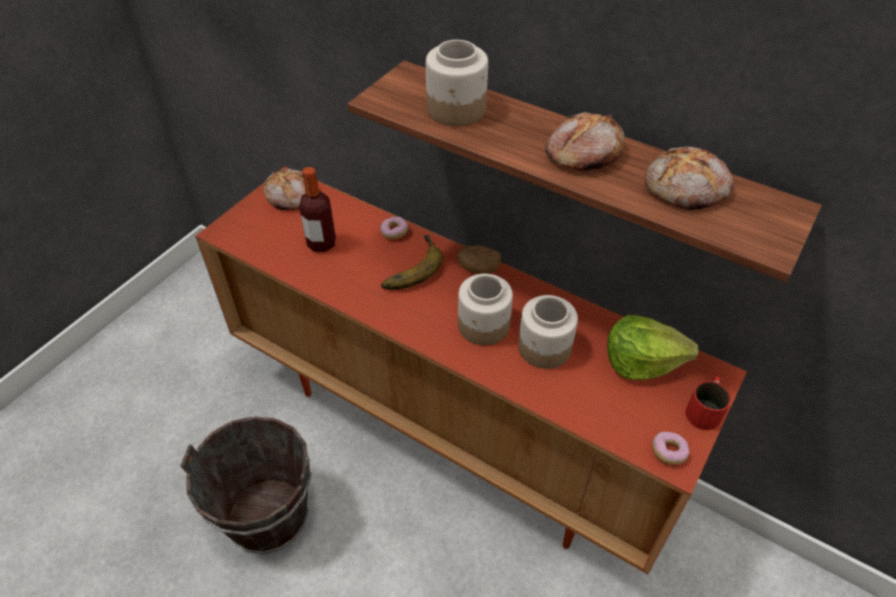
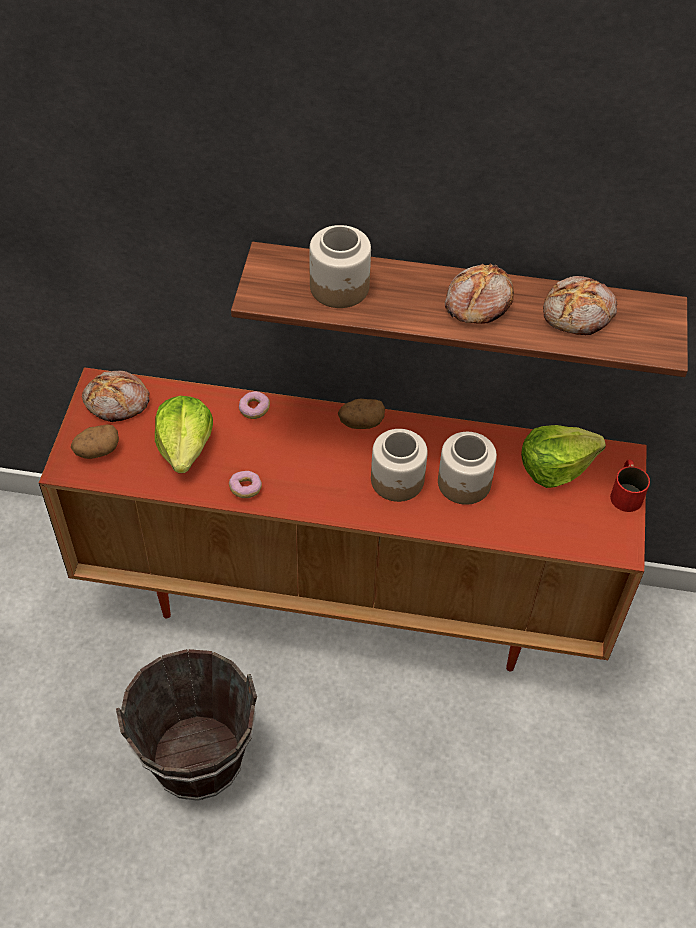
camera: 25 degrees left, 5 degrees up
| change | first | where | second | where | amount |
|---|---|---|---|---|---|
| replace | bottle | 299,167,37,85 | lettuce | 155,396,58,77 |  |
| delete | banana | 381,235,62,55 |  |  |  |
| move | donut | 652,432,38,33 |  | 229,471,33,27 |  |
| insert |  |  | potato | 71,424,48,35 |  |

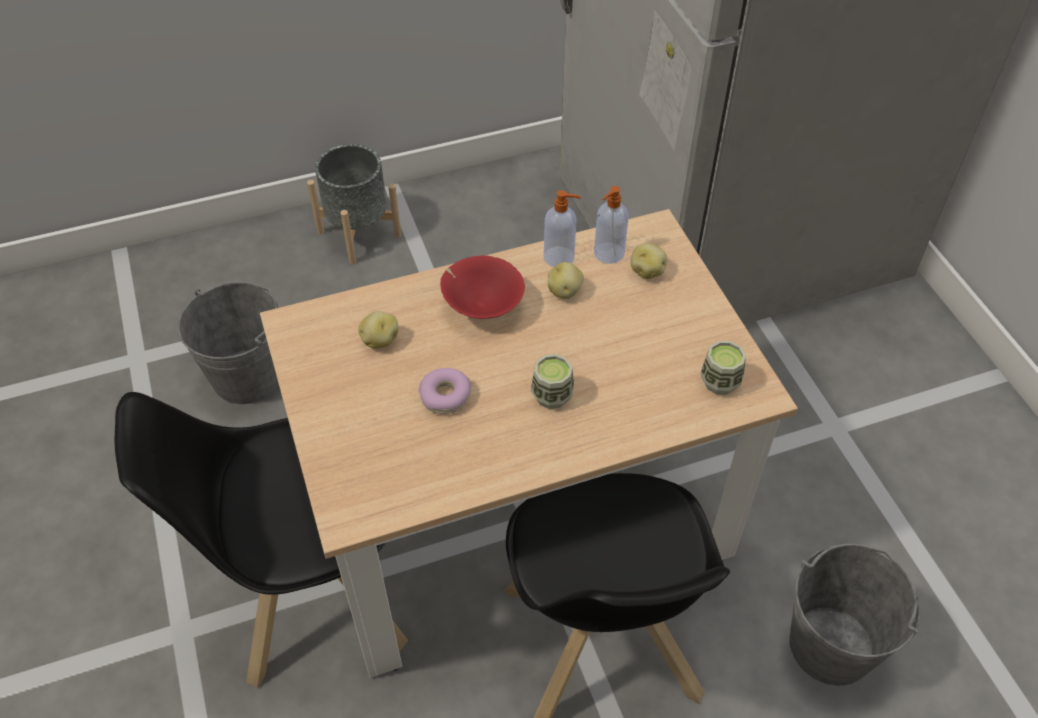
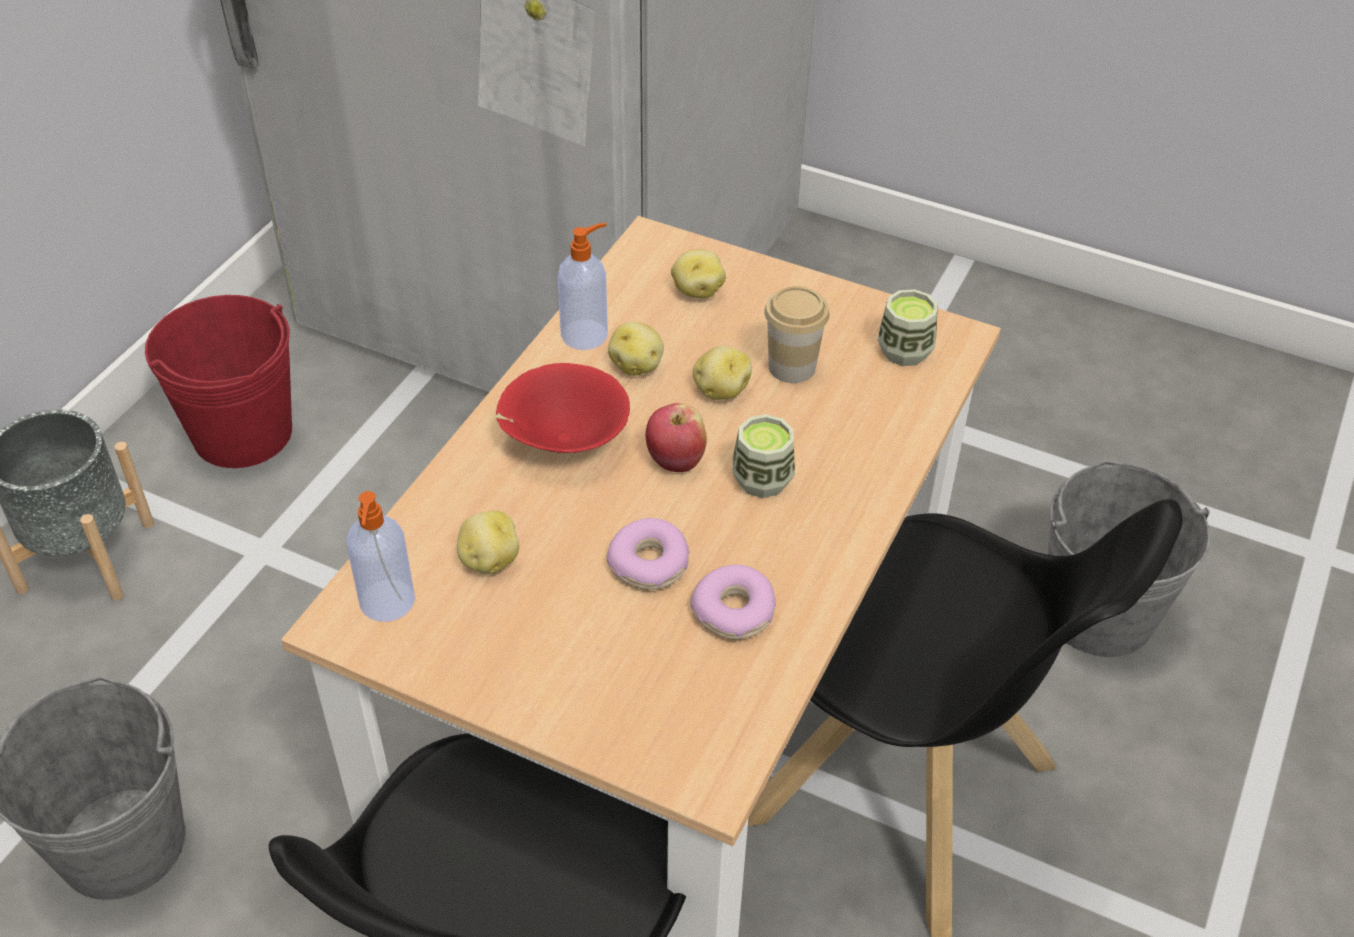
camera: 45 degrees left, 5 degrees down
| change | first | where | second | where | amount |
|---|---|---|---|---|---|
| move | soap dispenser | 594,186,35,78 |  | 347,491,68,131 |  |
| insert |  |  | red bucket | 145,295,147,173 |  |
| insert |  |  | apple | 646,403,61,69 |  |
| insert |  |  | donut | 691,564,85,76 |  |
| insert |  |  | potato | 693,346,59,54 |  |
| insert |  |  | cup | 764,286,65,97 |  |

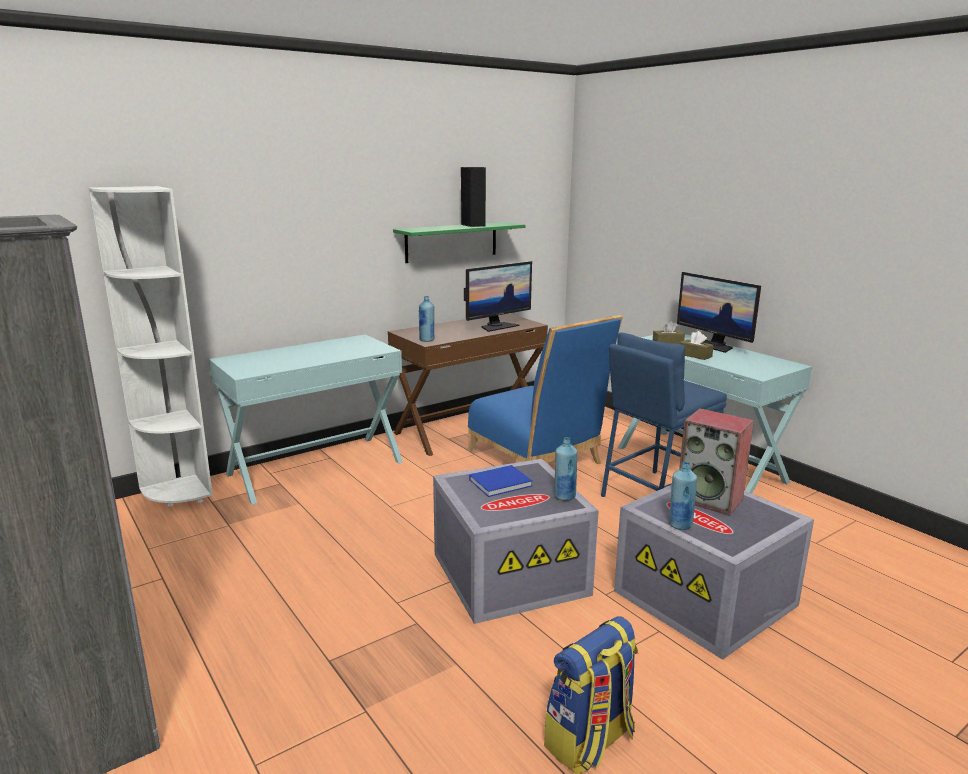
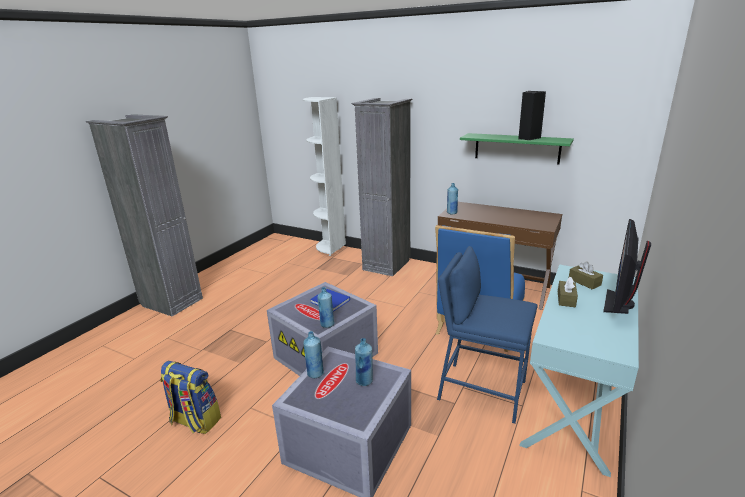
camera: 65 degrees right, 5 degrees up
| change | first | where | second | where | amount |
|---|---|---|---|---|---|
| replace | turquoise desk | 209,335,194,170 | grey cabinet | 351,98,61,178 |  |
| delete | monitor | 464,261,68,71 |  |  |  |
| replace | speaker | 679,408,75,108 | blue bottle | 355,338,18,48 |  |

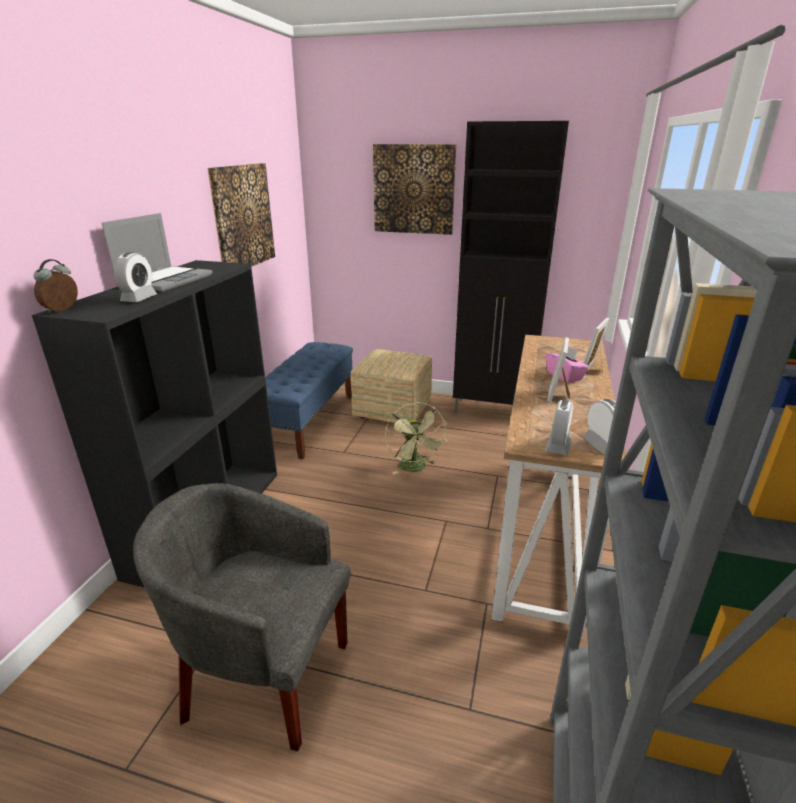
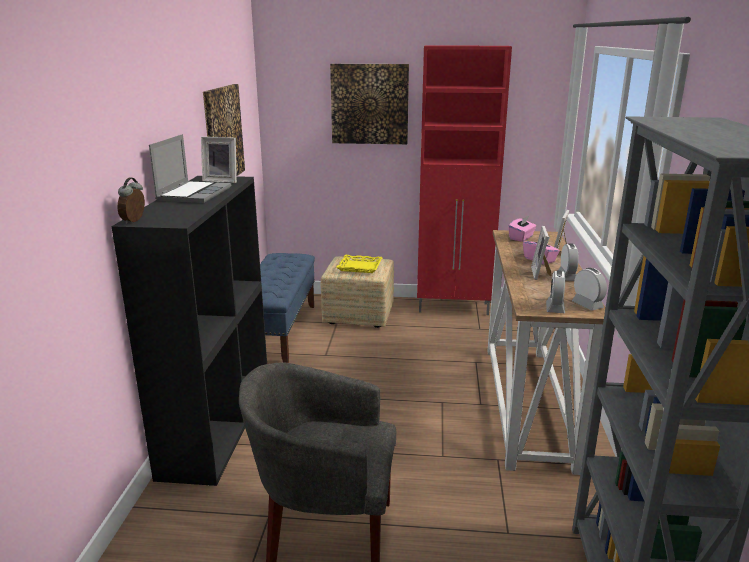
camera: 10 degrees left, 5 degrees down
| change | first | where | second | where | amount |
|---|---|---|---|---|---|
| move | alarm clock | 114,252,43,50 |  | 558,243,21,38 |  |
| delete | green fan | 385,402,62,72 |  |  |  |
| recolor | black cabinet | 453,121,116,292 | red cabinet | 417,46,95,269 |  |
| insert |  |  | picture frame | 201,137,36,46 |  |
| insert |  |  | yellow tray | 336,255,47,18 |  |
| insert |  |  | pink tissue box | 508,216,28,26 |  |

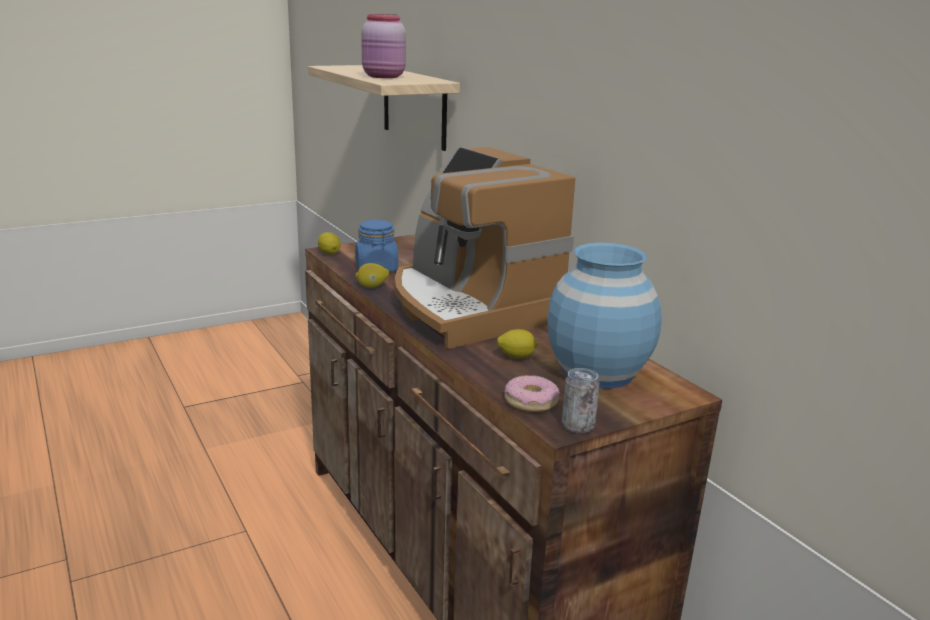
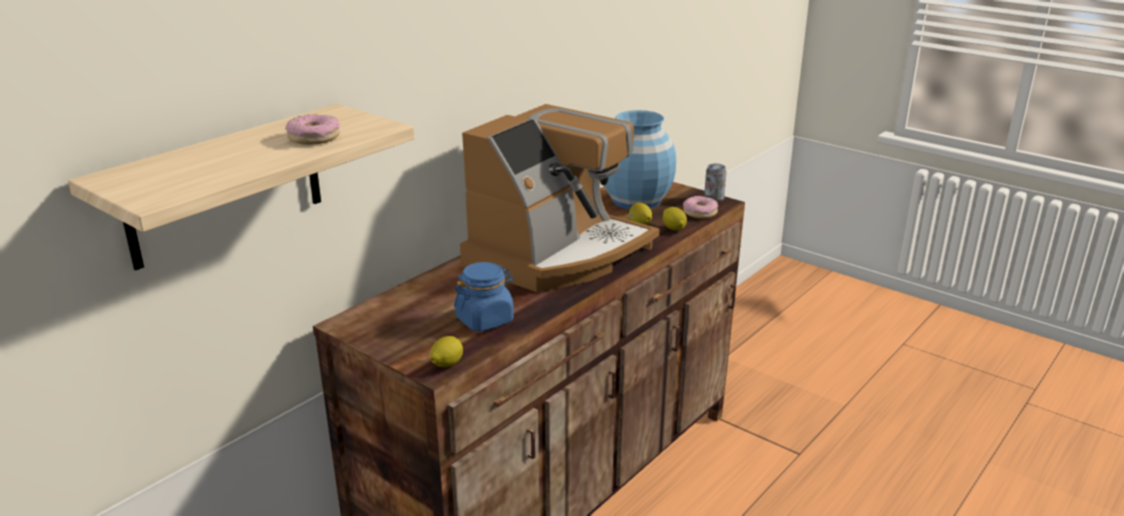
camera: 110 degrees left, 5 degrees up
| change | first | where | second | where | amount |
|---|---|---|---|---|---|
| move | lemon | 355,263,34,25 |  | 663,207,24,24 |  |
| replace | pink jar | 361,14,45,64 | donut | 285,114,55,31 |  |

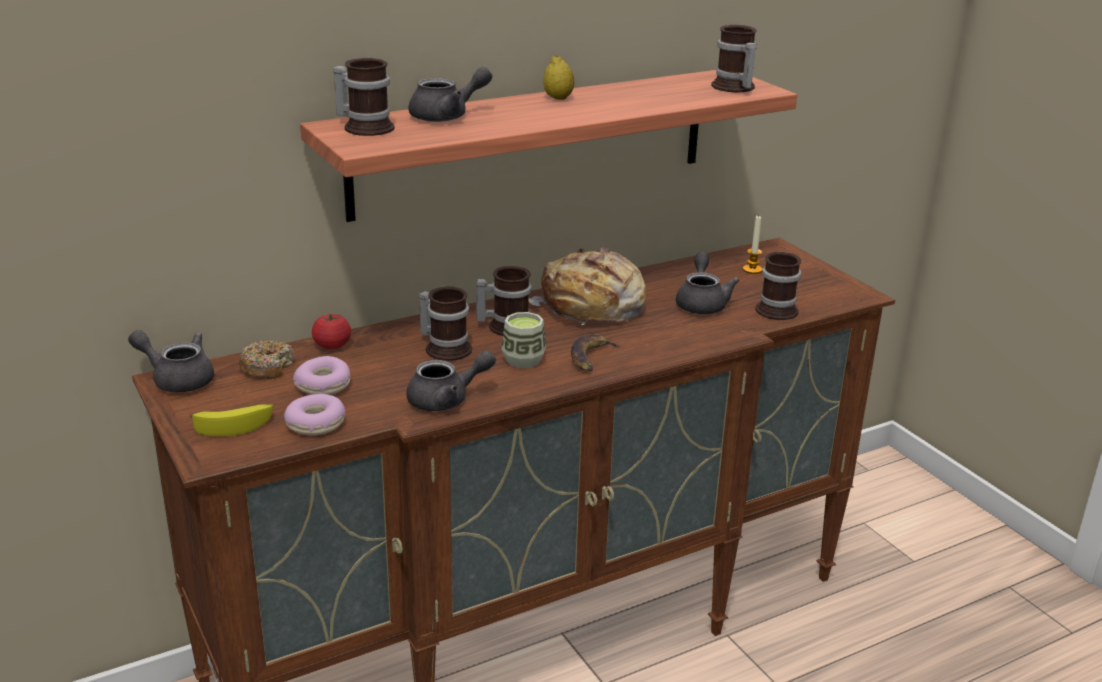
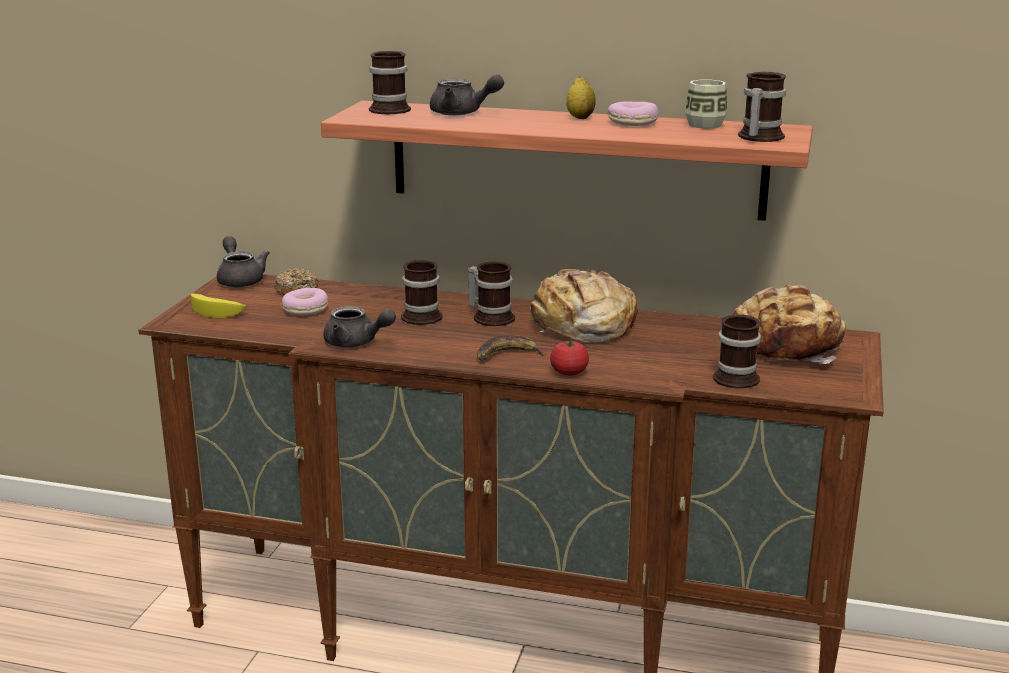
camera: 45 degrees right, 5 degrees down
| change | first | where | second | where | amount |
|---|---|---|---|---|---|
| move | donut | 284,394,61,41 |  | 607,101,52,25 |  |
| move | tomato | 312,314,39,35 |  | 550,341,39,35 |  |
| move | cup | 501,312,45,56 |  | 685,80,42,49 |  |
| delete | grey teapot | 676,252,64,62 |  |  |  |
| replace | candle | 743,216,19,58 | bread | 733,285,113,79 |  |

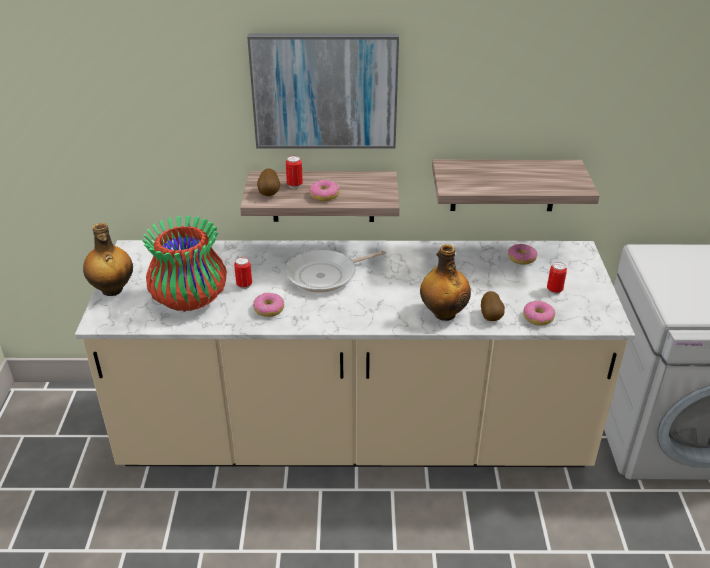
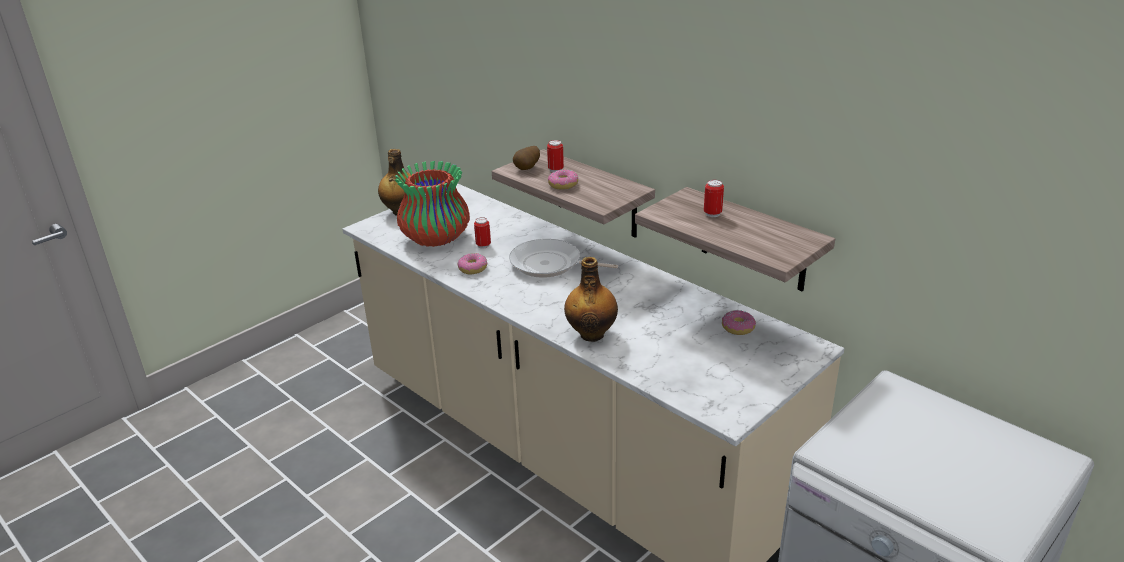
camera: 45 degrees right, 5 degrees down
| change | first | where | second | where | amount |
|---|---|---|---|---|---|
| delete | picture | 247,34,152,115 |  |  |  |
| delete | potato | 481,291,24,30 |  |  |  |
| delete | donut | 523,301,32,25 |  |  |  |
| move | can | 547,262,20,32 |  | 704,180,20,37 |  |

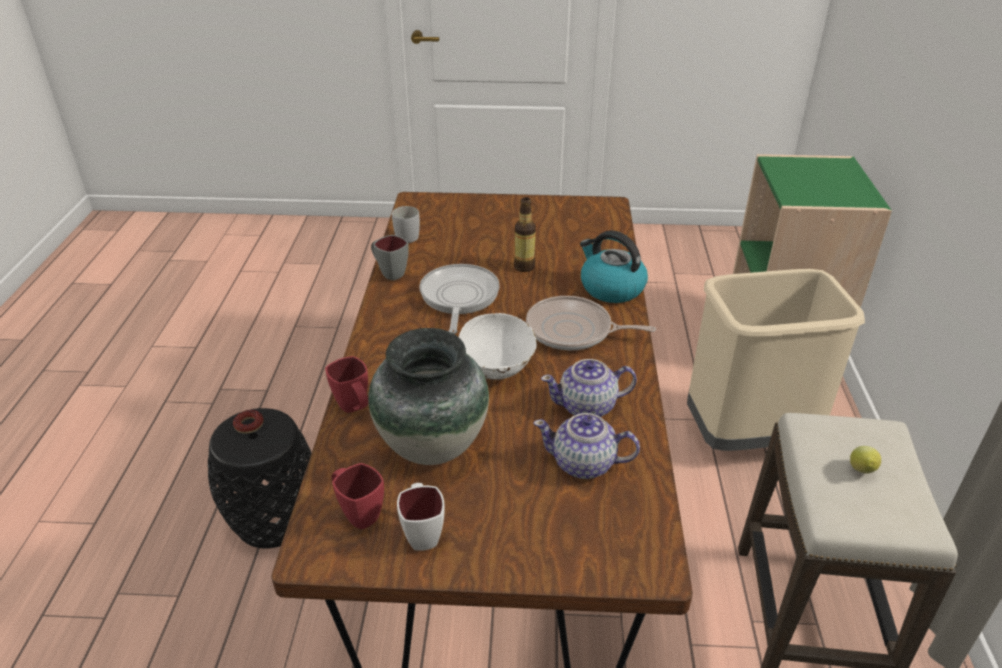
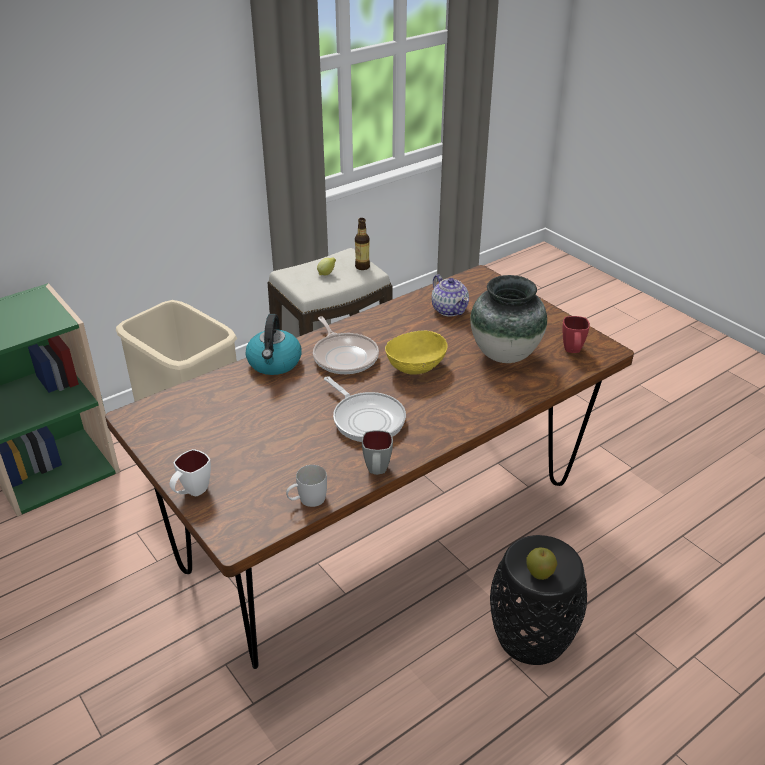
camera: 130 degrees left, 0 degrees up
| change | first | where | second | where | amount |
|---|---|---|---|---|---|
| replace | donut | 233,410,31,24 | apple | 526,548,31,32 |  |
| delete | red mug | 325,356,43,57 |  |  |  |
| move | white mug | 397,483,48,68 |  | 170,449,41,47 |  |
| rotate | frying pan | 420,264,80,70 |  | 324,376,82,66 | 90 degrees counterclockwise |
| recolor | white bowl | 459,312,78,68 | yellow bowl | 385,330,63,45 |  |
| move | bottle | 514,197,22,75 |  | 355,218,15,52 |  |
| delete | teapot | 541,359,96,58 |  |  |  |

